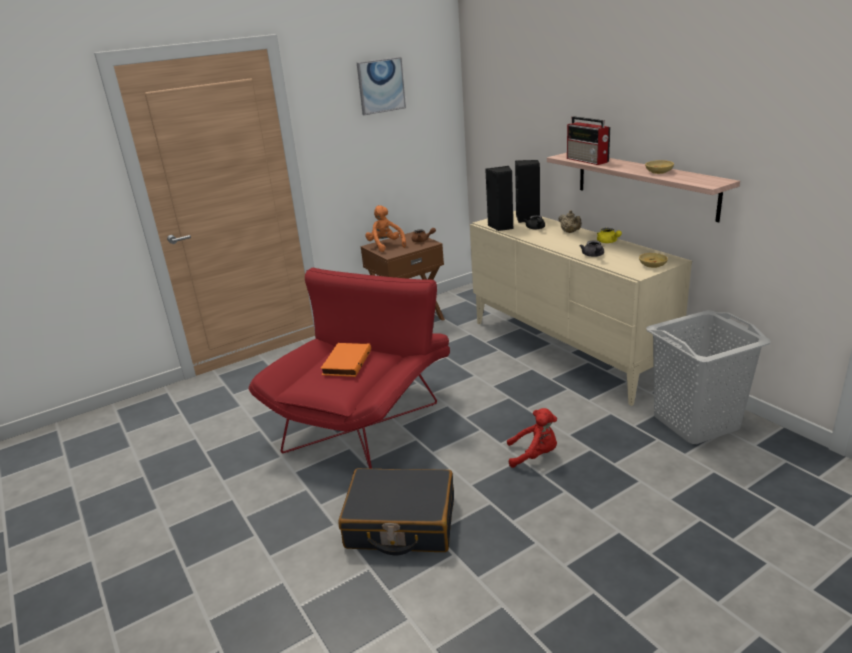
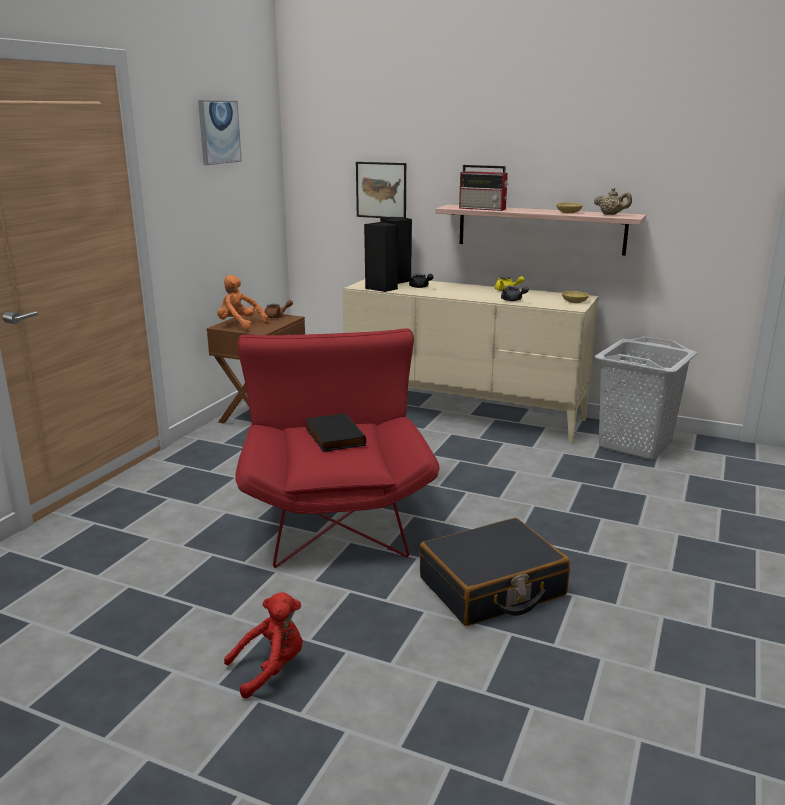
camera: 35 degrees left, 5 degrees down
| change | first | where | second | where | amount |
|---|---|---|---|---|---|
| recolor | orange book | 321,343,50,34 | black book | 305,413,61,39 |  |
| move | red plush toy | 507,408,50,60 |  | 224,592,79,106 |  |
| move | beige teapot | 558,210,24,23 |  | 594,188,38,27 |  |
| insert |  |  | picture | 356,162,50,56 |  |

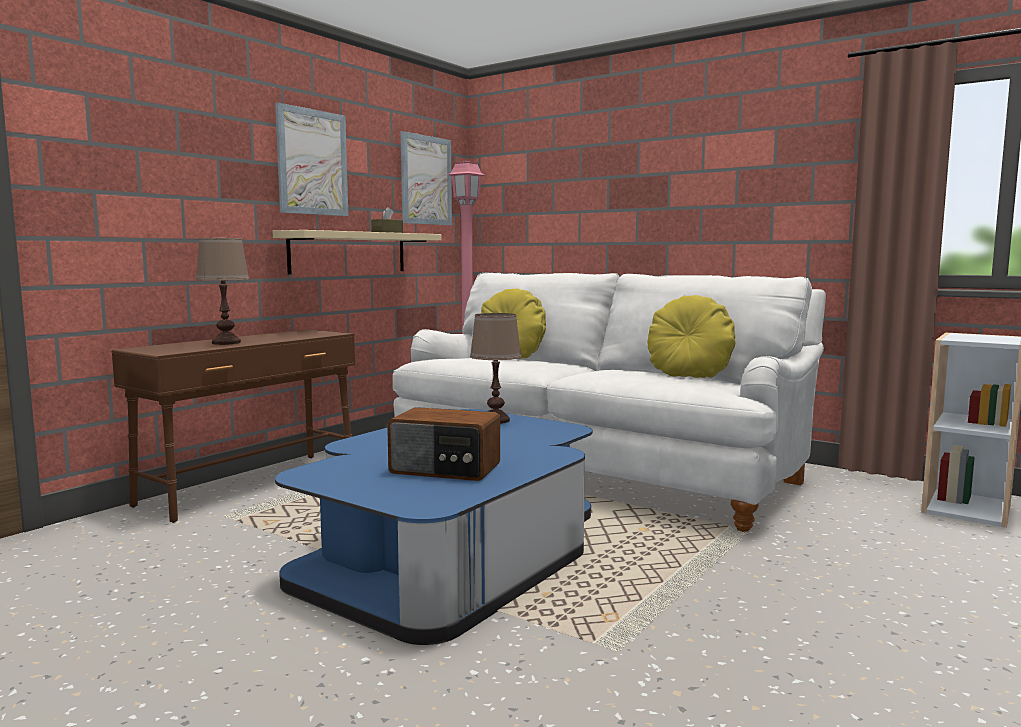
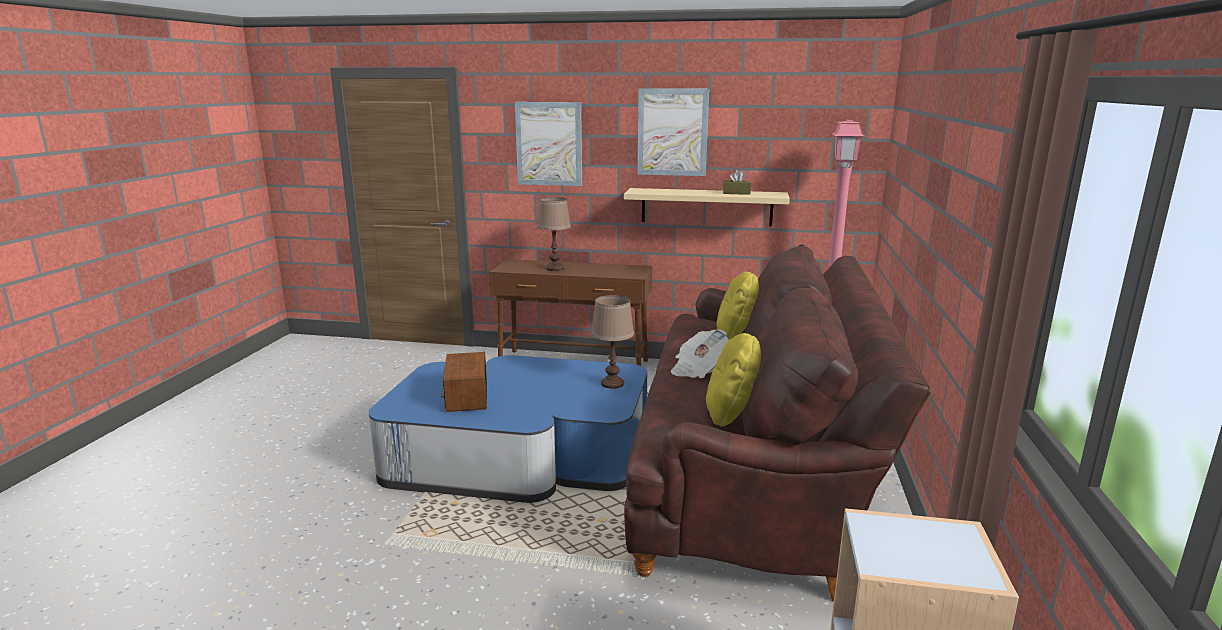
camera: 65 degrees right, 10 degrees up
| change | first | where | second | where | amount |
|---|---|---|---|---|---|
| recolor | white sofa | 393,272,433,260 | brown sofa | 624,245,307,357 |  |
| move | picture | 400,131,52,94 |  | 515,102,67,84 |  |
| insert |  |  | newspaper | 671,329,58,49 |  |

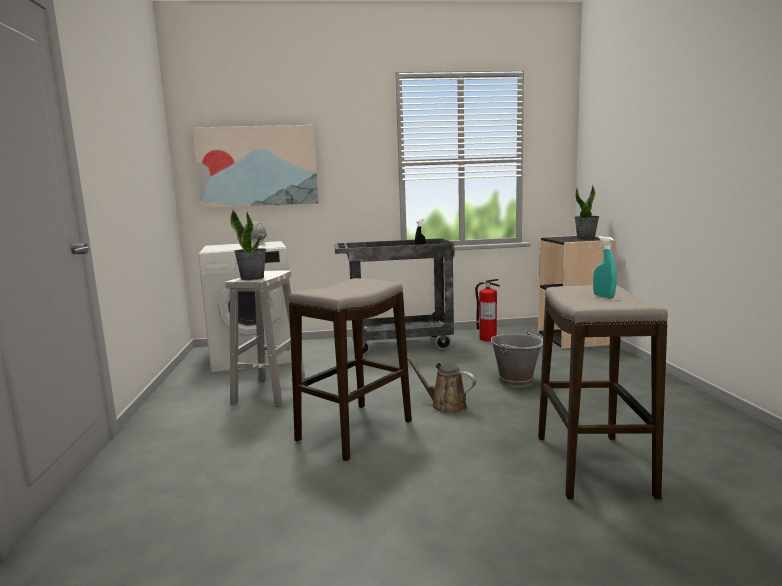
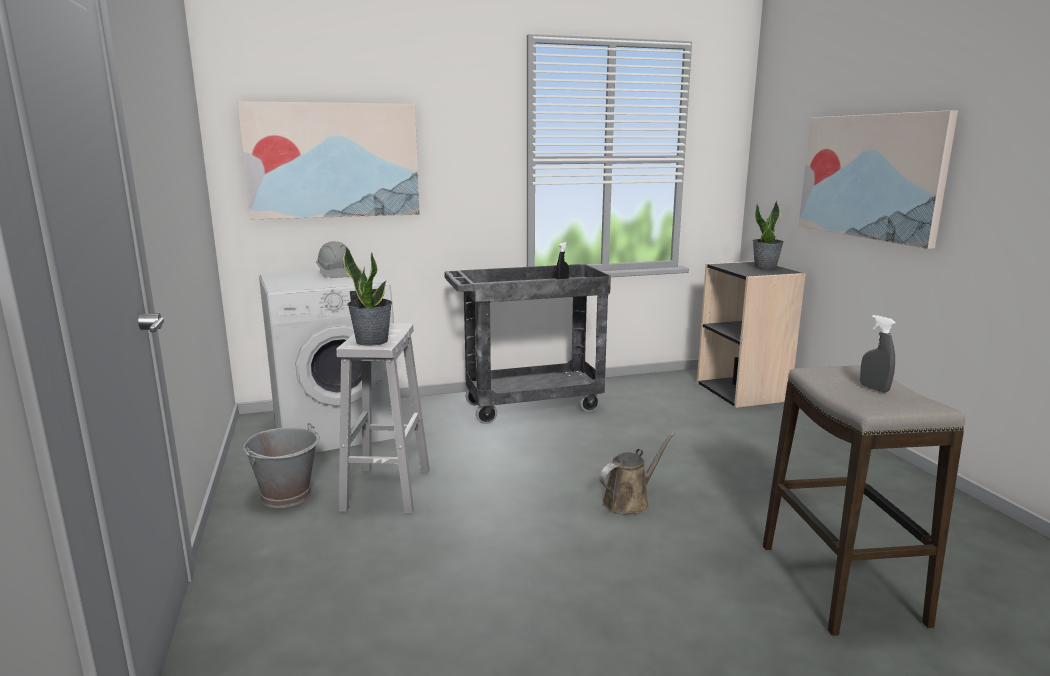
camera: 10 degrees left, 5 degrees up
| change | first | where | second | where | amount |
|---|---|---|---|---|---|
| delete | stool | 289,278,123,183 |  |  |  |
| rotate | brown watering can | 407,356,69,57 |  | 599,432,76,83 | 120 degrees clockwise |
| delete | fire extinguisher | 475,279,25,62 |  |  |  |
| move | grey bucket | 491,330,52,57 |  | 243,423,77,85 |  |
| recolor | turquoise spray bottle | 593,236,24,62 | grey spray bottle | 860,315,36,78 |  |
| insert |  |  | picture | 798,110,160,139 |  |

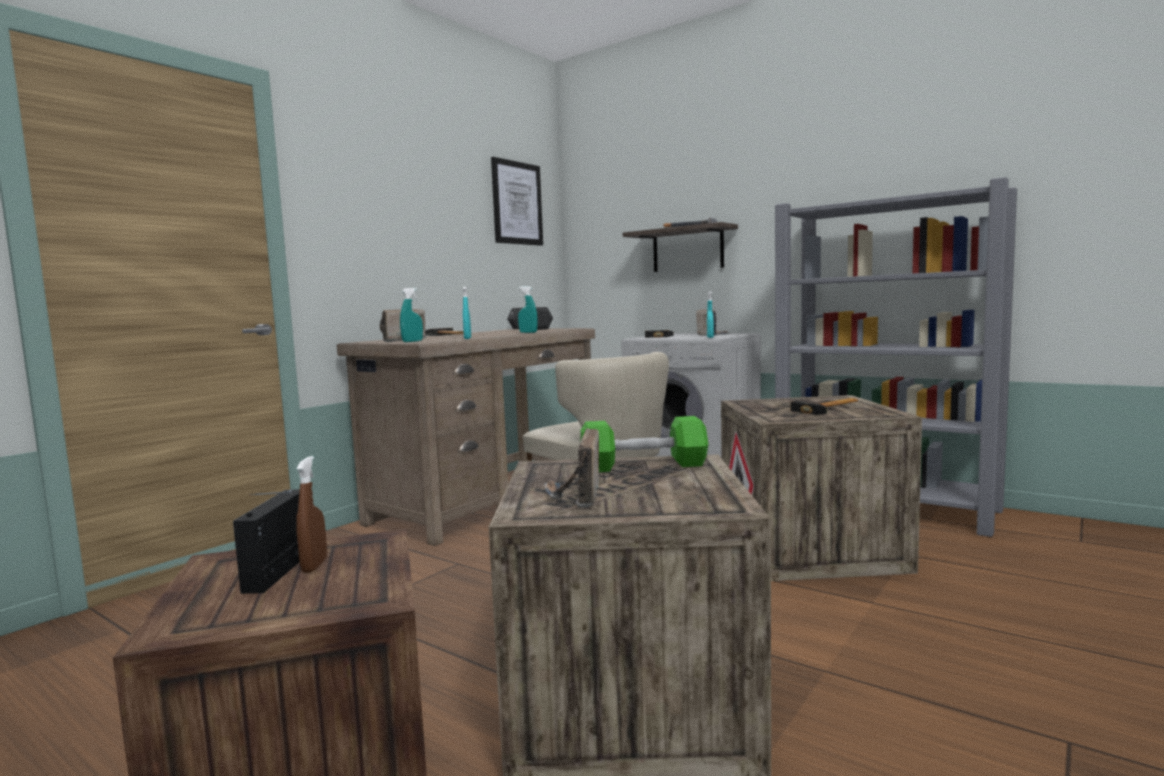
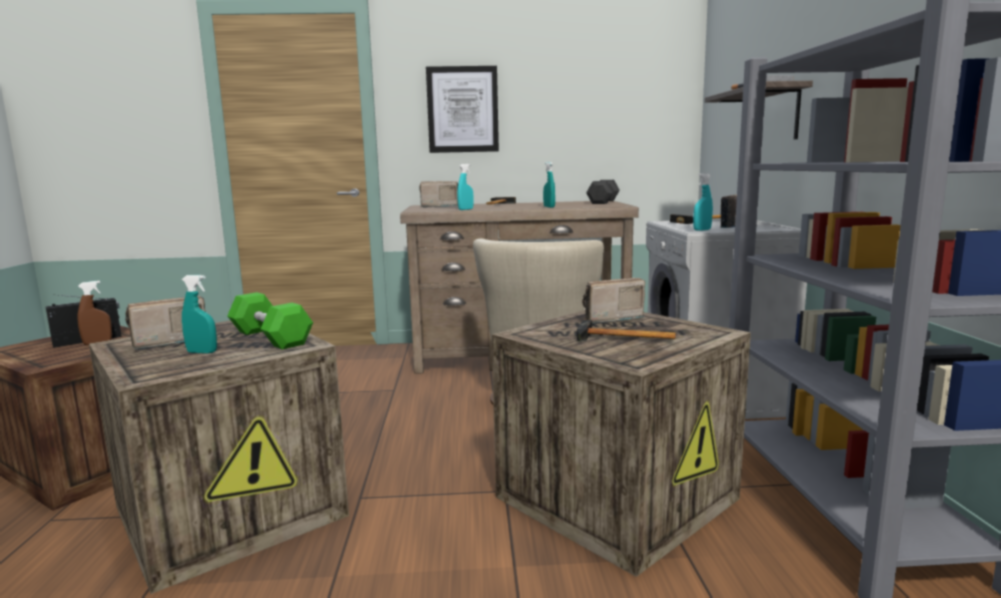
camera: 50 degrees right, 5 degrees up
| change | first | where | second | where | amount |
|---|---|---|---|---|---|
| move | turquoise spray bottle | 400,288,23,54 |  | 182,275,35,79 |  |
| move | picture | 491,157,52,89 |  | 426,66,73,87 |  |
| insert |  |  | radio | 582,278,63,46 |  |

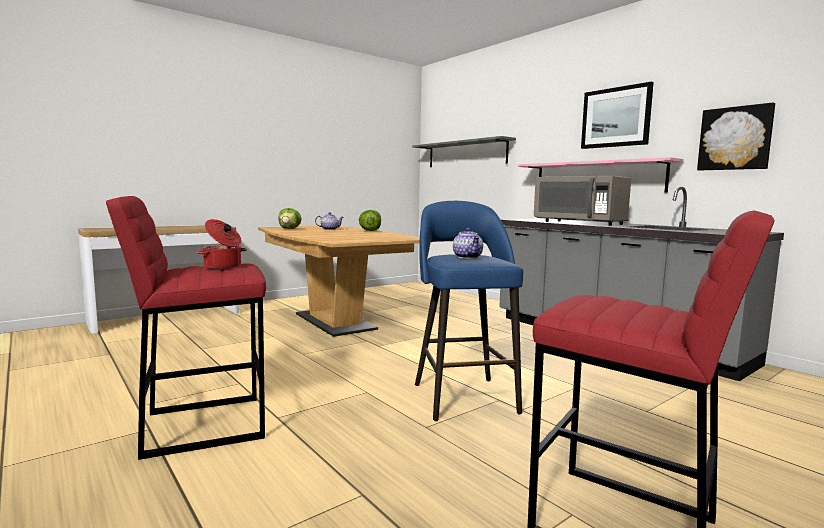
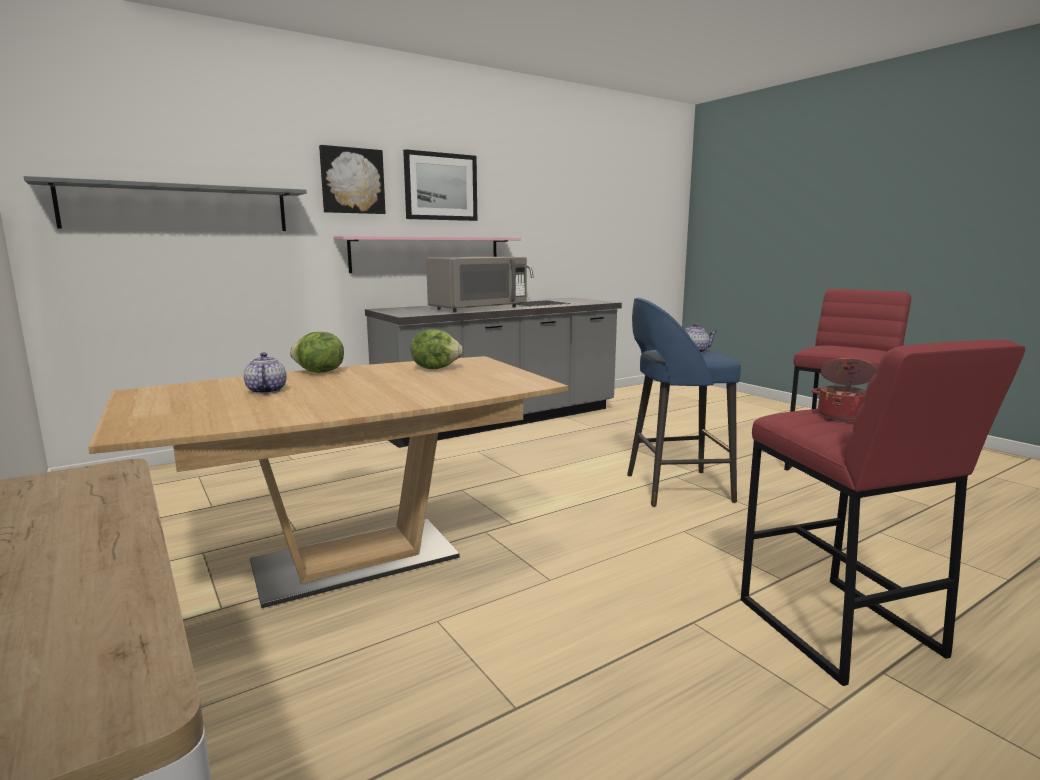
camera: 85 degrees left, 5 degrees up
| change | first | where | second | where | amount |
|---|---|---|---|---|---|
| move | lettuce | 278,208,24,21 |  | 411,329,52,40 |  |
| move | picture | 697,102,78,68 |  | 319,145,67,69 |  |

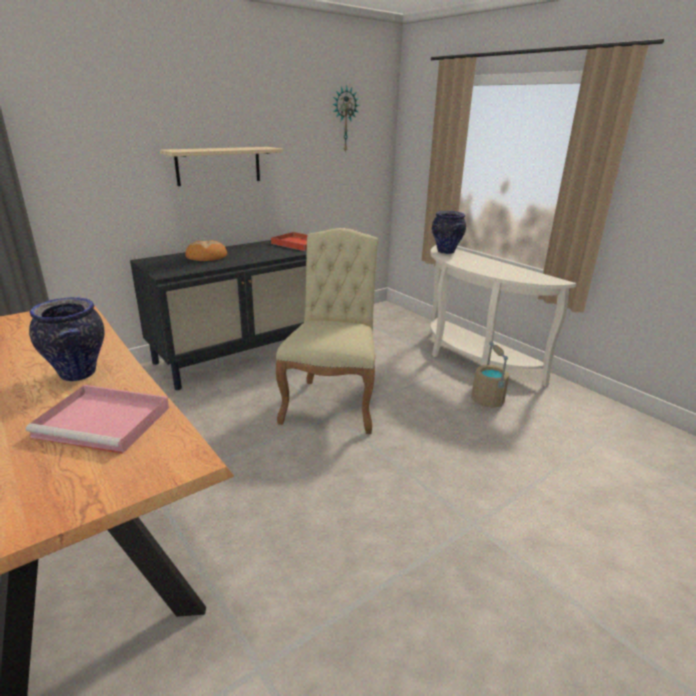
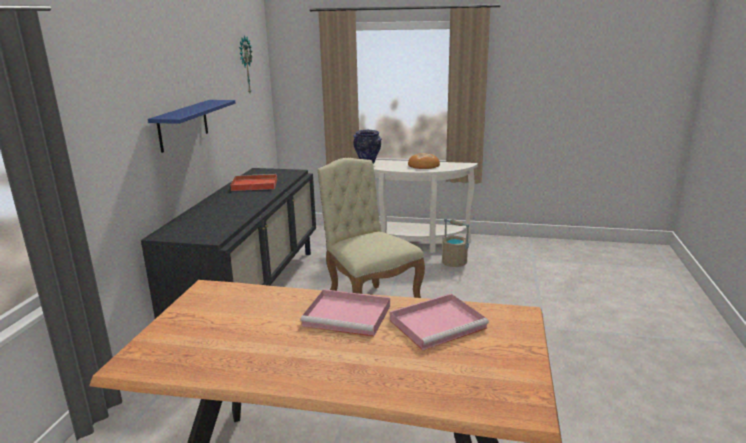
camera: 40 degrees left, 5 degrees down
| change | first | where | second | where | amount |
|---|---|---|---|---|---|
| replace | vase | 29,297,76,84 | pink tray | 301,289,89,48 |  |
| recolor | beige shelf | 160,147,123,39 | blue shelf | 148,100,88,53 |  |
| move | bread | 185,240,42,21 |  | 408,153,32,16 |  |

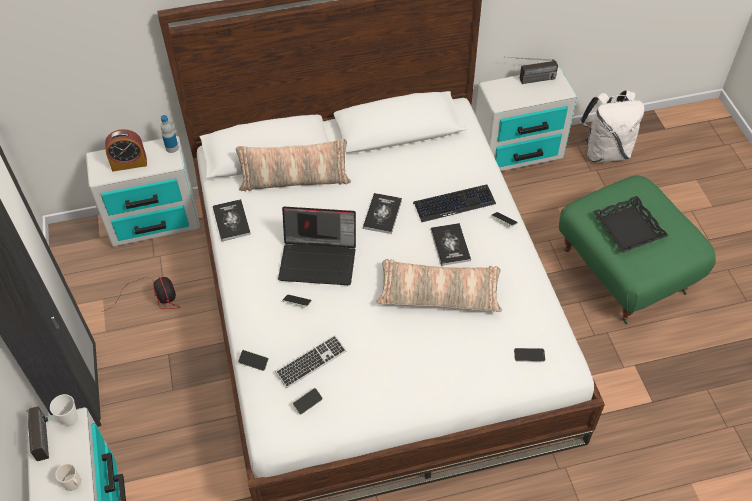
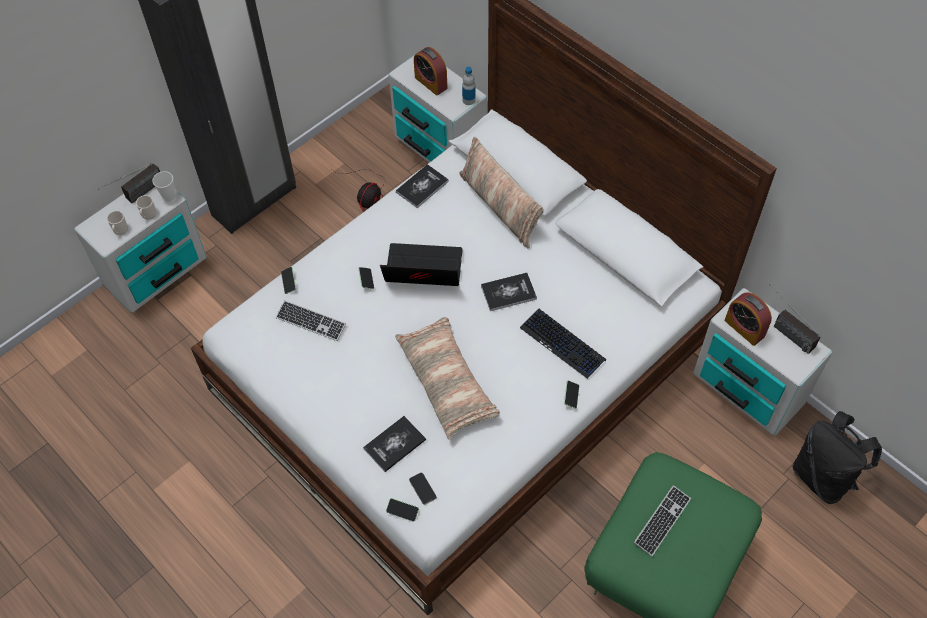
camera: 60 degrees right, 5 degrees up
| change | first | where | second | where | amount |
|---|---|---|---|---|---|
| rotate | laptop | 278,207,78,78 |  | 380,243,83,43 | 120 degrees clockwise |
| move | phone | 293,388,30,27 |  | 386,498,33,24 |  |
| move | book | 431,223,40,43 |  | 363,416,63,56 |  |
| recolor | white backpack | 580,90,65,73 | black backpack | 793,411,89,93 |  |
| replace | black tray | 593,196,76,56 | keyboard | 634,485,57,71 |  |
| insert |  |  | mug | 136,195,21,24 |  |
| insert |  |  | alarm clock | 725,292,47,54 |  |

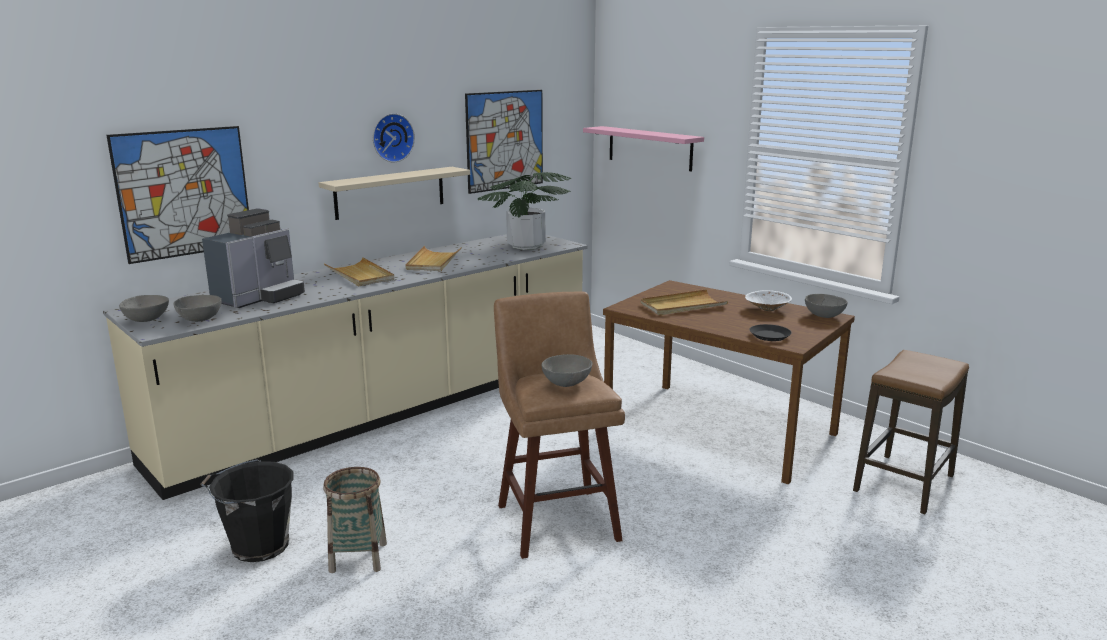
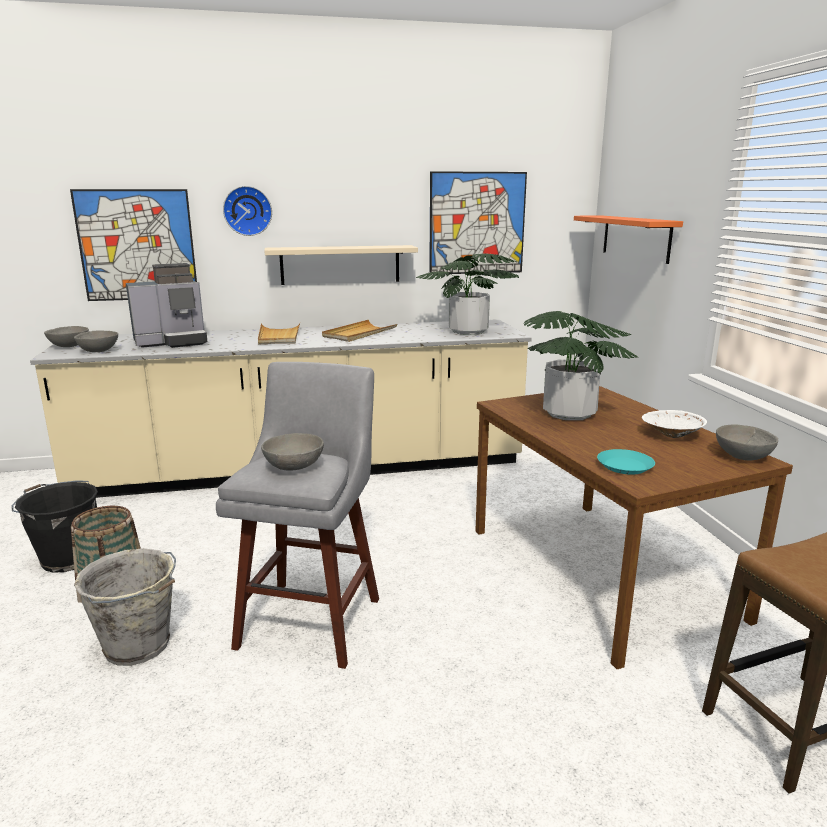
camera: 30 degrees right, 0 degrees up
| change | first | where | second | where | amount |
|---|---|---|---|---|---|
| move | wall clock | 373,113,42,49 |  | 223,186,49,50 |  |
| recolor | brown stool | 494,291,131,268 | grey stool | 216,362,163,307 |  |
| recolor | pink shelf | 583,126,121,45 | orange shelf | 574,215,109,49 |  |
| replace | beige tray | 641,289,87,26 | potted plant | 523,311,115,109 |  |
| recolor | black plate | 749,324,43,17 | turquoise plate | 597,449,58,26 |  |
| insert |  |  | grey bucket | 74,548,102,118 |  |

